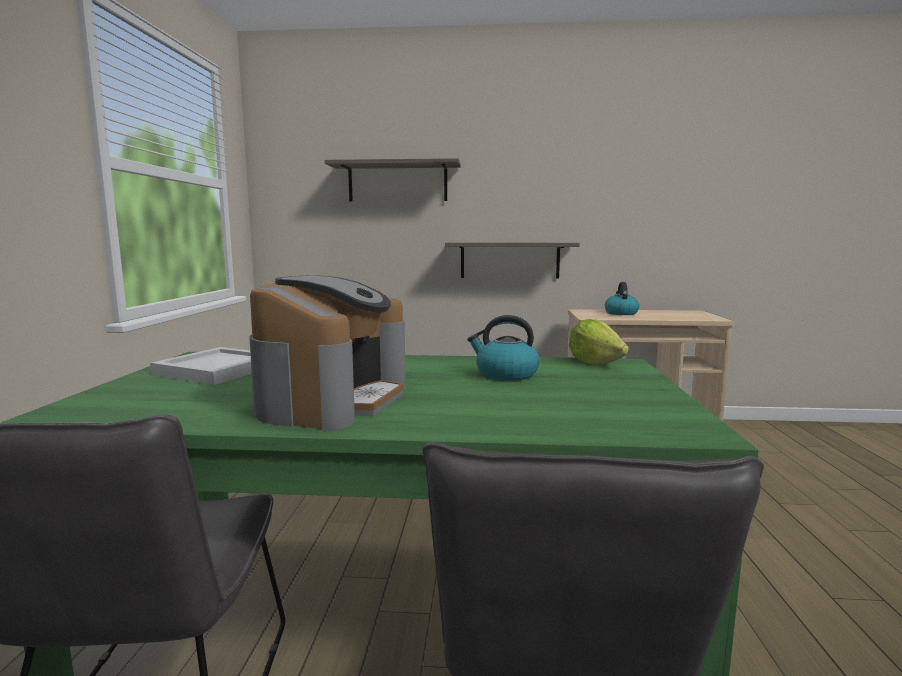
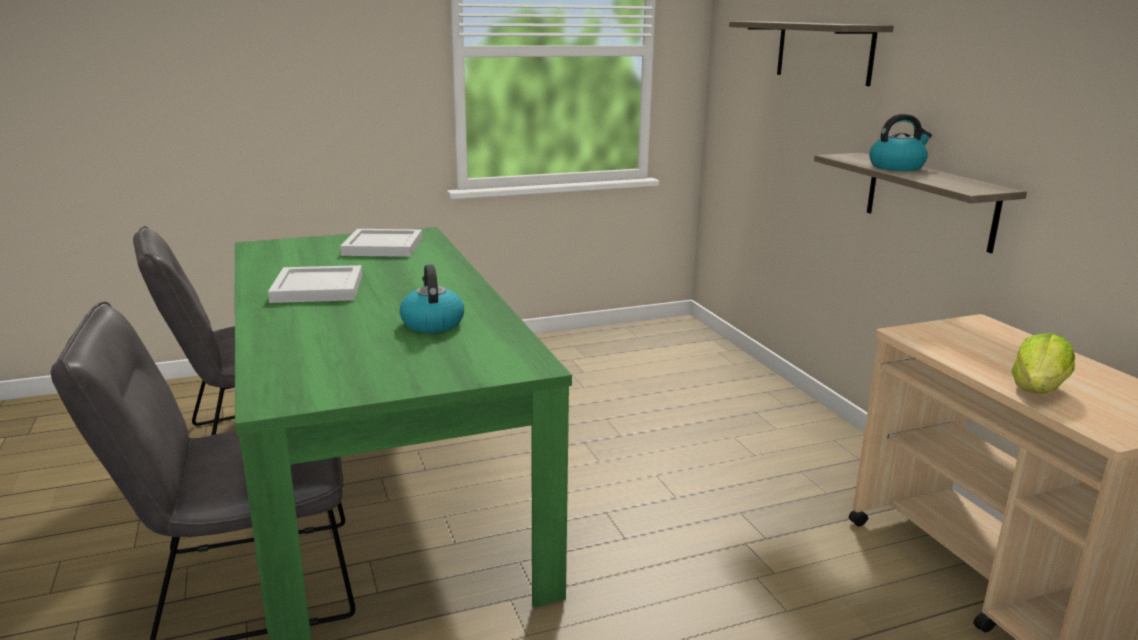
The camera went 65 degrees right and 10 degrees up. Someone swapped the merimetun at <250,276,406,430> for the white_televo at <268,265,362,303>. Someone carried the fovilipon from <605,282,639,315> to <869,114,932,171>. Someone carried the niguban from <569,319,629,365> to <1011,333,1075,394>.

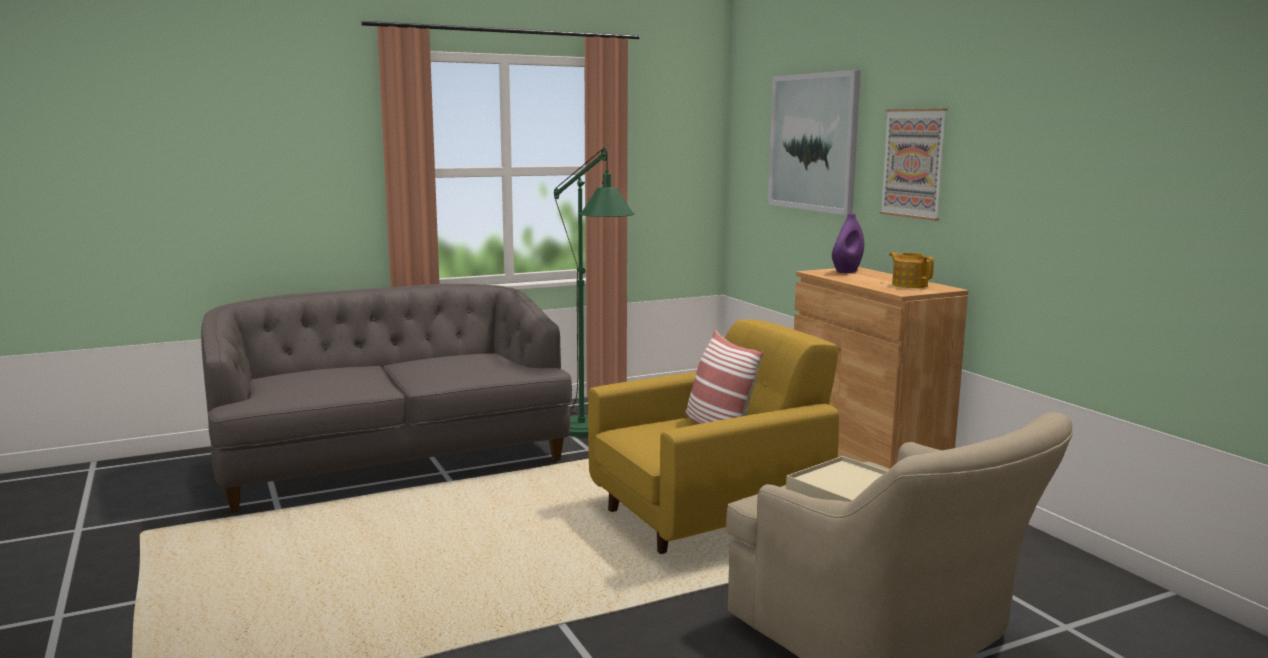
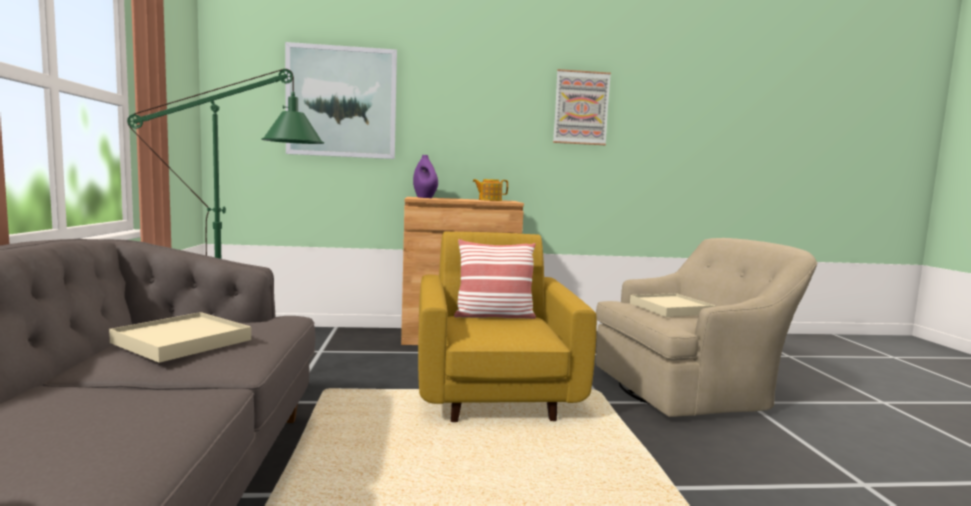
The camera went 70 degrees left and 5 degrees down. Someone carried the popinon from <879,108,948,221> to <553,69,611,145>. Someone put down the beige_televo at <109,312,251,363>.

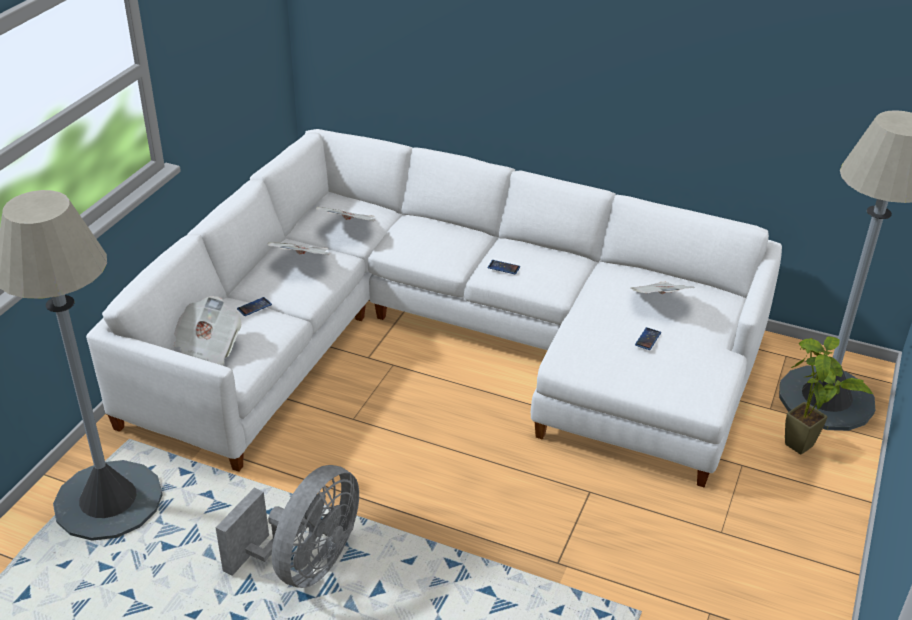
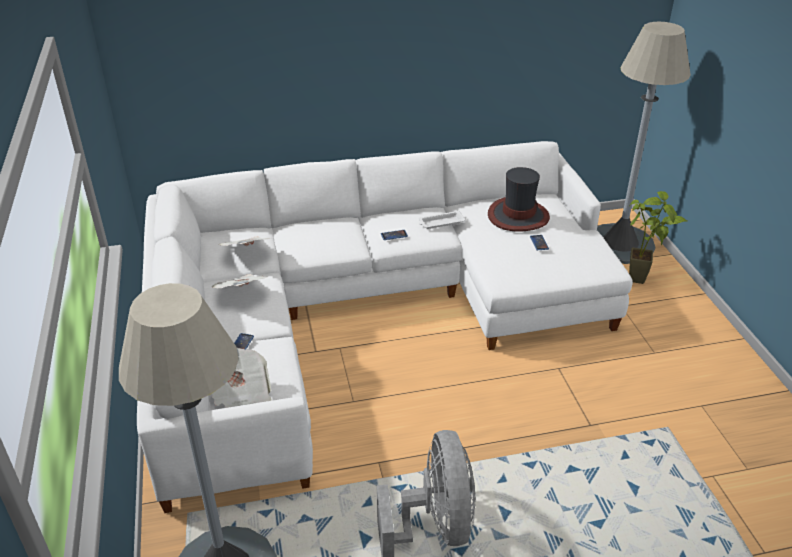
The camera went 35 degrees left and 0 degrees up. Someone swapped the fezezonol at <630,282,694,294> for the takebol at <488,167,550,231>. Someone put down the white_televo at <419,211,465,229>.

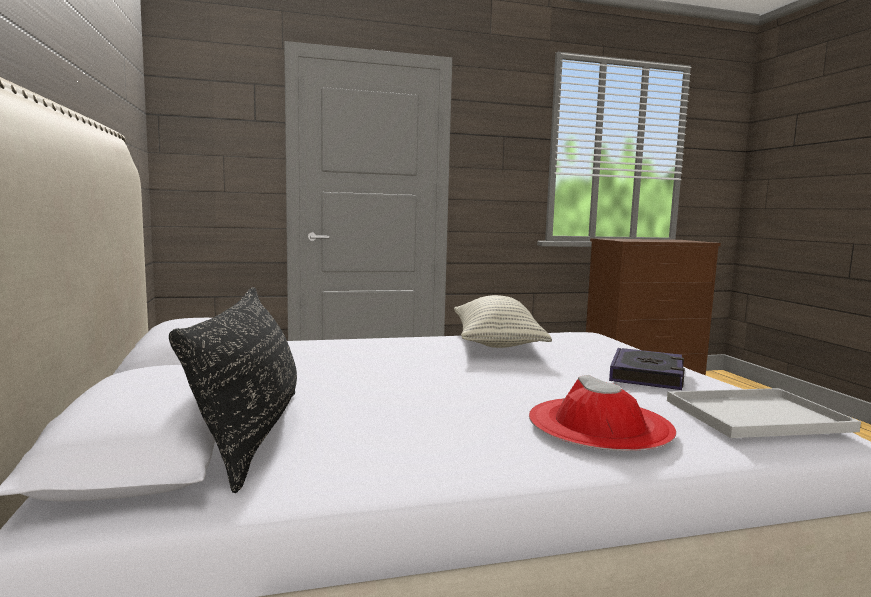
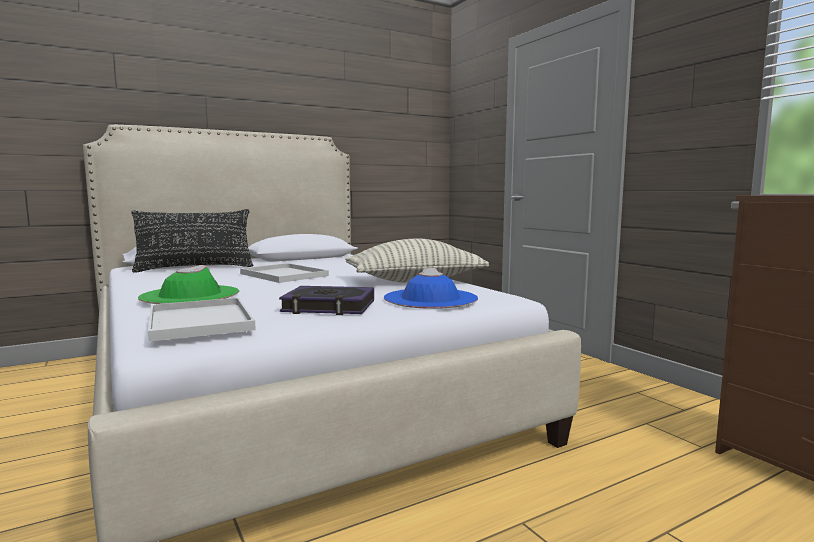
The camera went 75 degrees right and 0 degrees up. Someone repainted the red_takebol at <529,375,676,451>, which became the green_takebol at <138,265,239,304>. Someone put down the white_televo at <240,263,329,283>. Someone put down the blue_takebol at <384,268,478,309>.

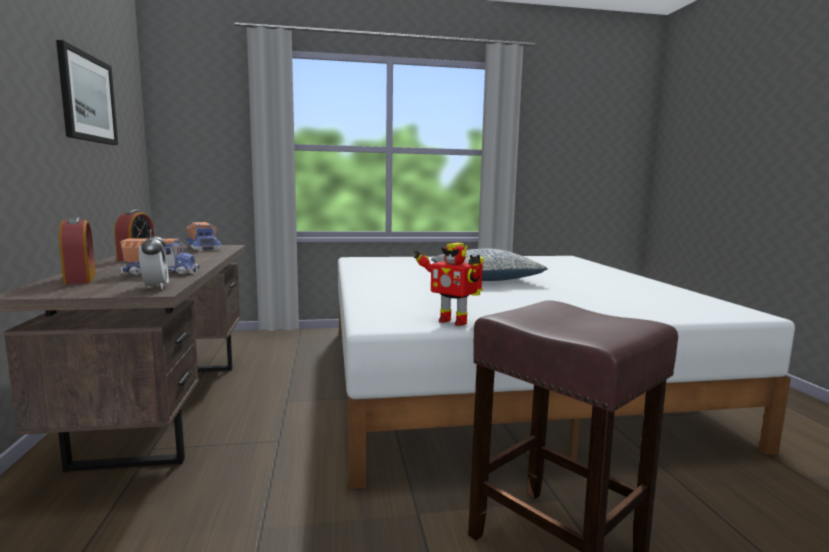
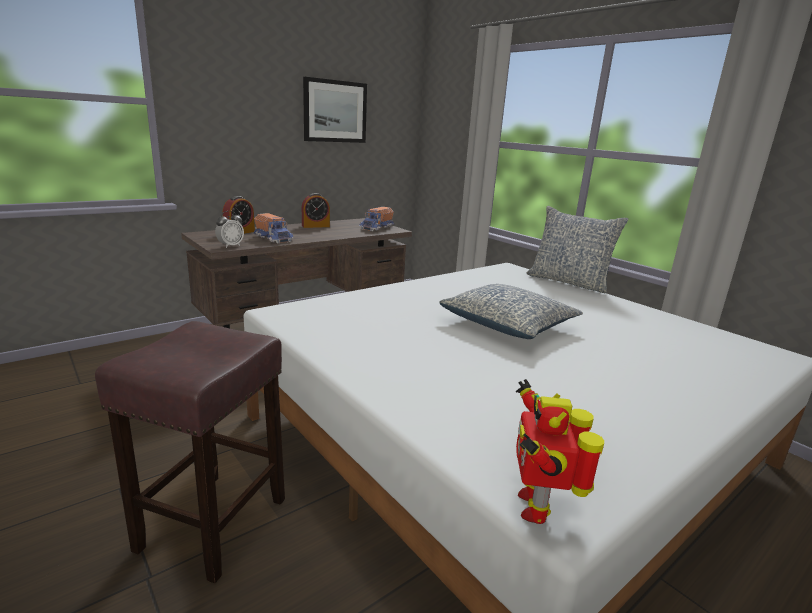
The camera went 60 degrees right and 10 degrees up. Someone carried the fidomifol from <413,243,484,326> to <516,379,604,524>. Someone put down the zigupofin at <526,206,628,293>.

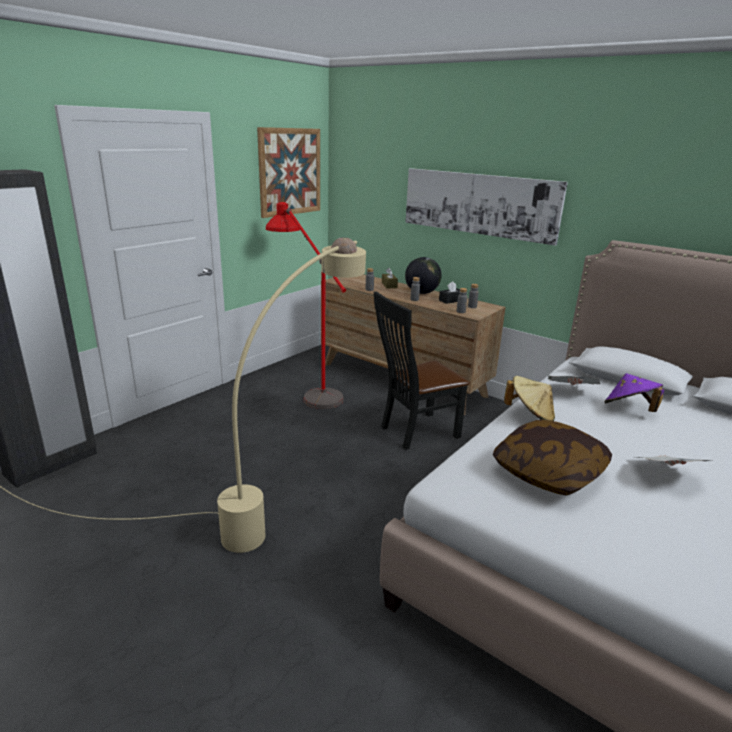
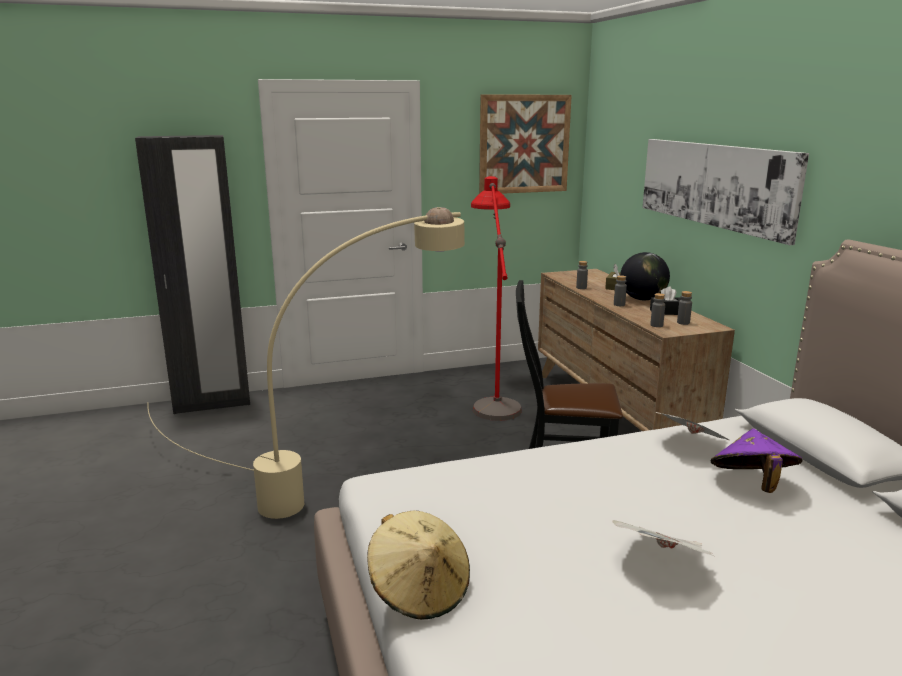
The camera went 35 degrees right and 5 degrees down. Someone carried the beige_takebol from <504,376,555,421> to <367,511,470,620>. Someone took away the zigupofin at <493,419,612,495>.

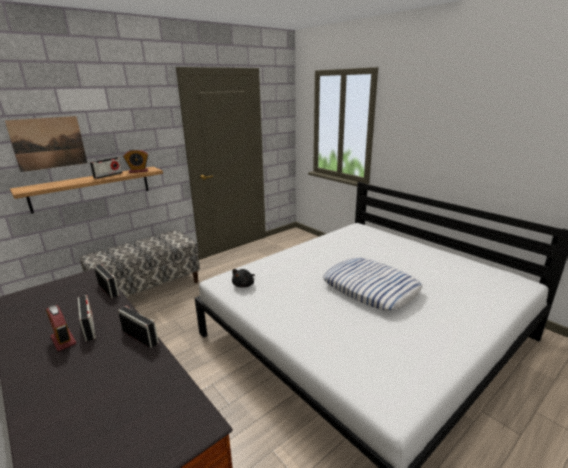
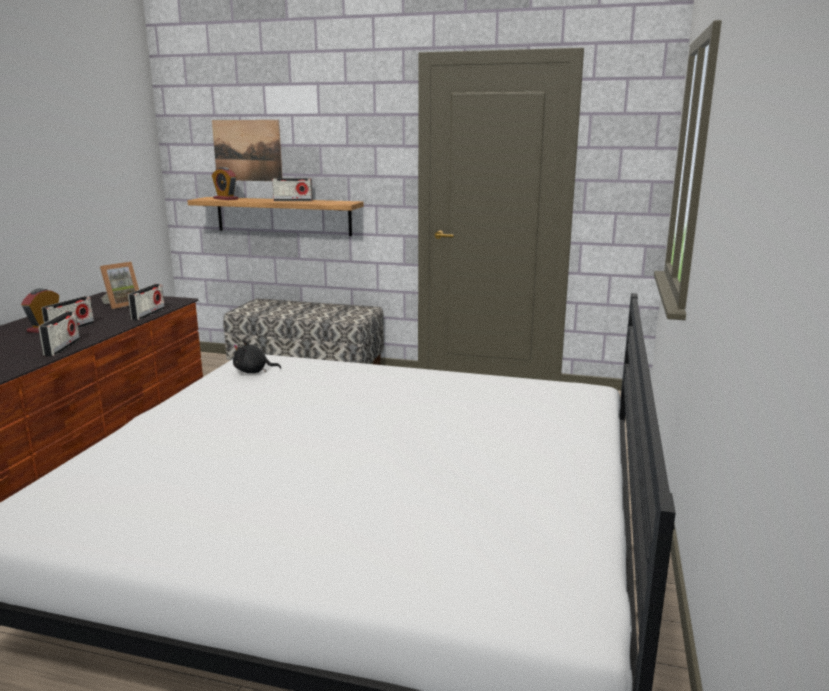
The camera went 55 degrees right and 5 degrees down. Someone carried the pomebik from <123,149,148,173> to <212,167,238,200>. Someone took away the zigupofin at <323,258,422,310>. Someone put down the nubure at <100,262,139,309>.

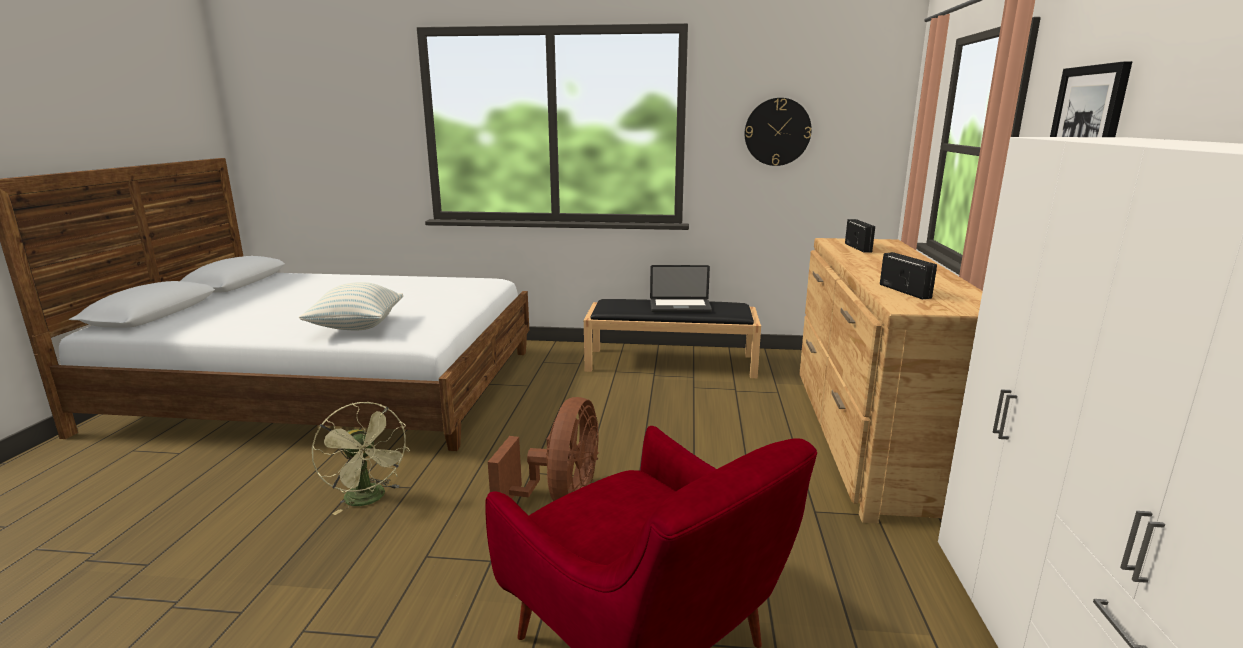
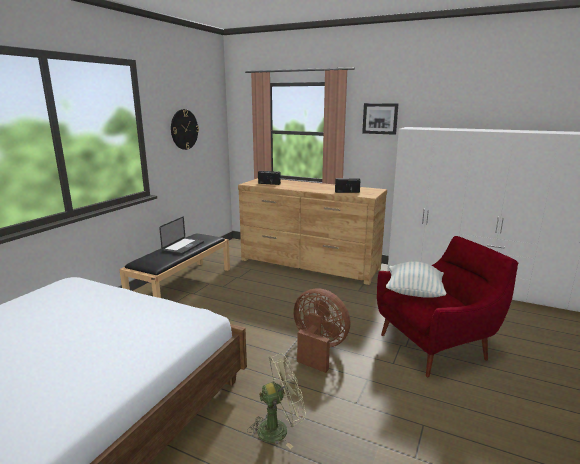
The camera went 70 degrees left and 0 degrees up. Someone carried the zigupofin from <299,282,403,330> to <386,262,446,298>.

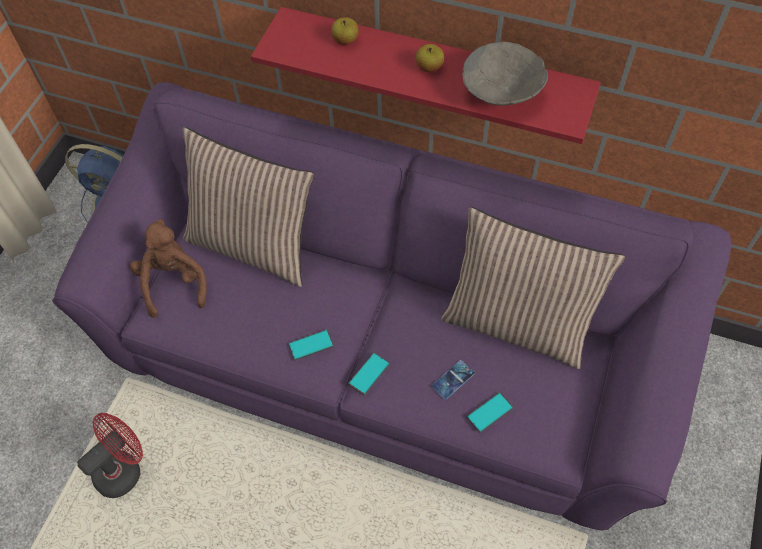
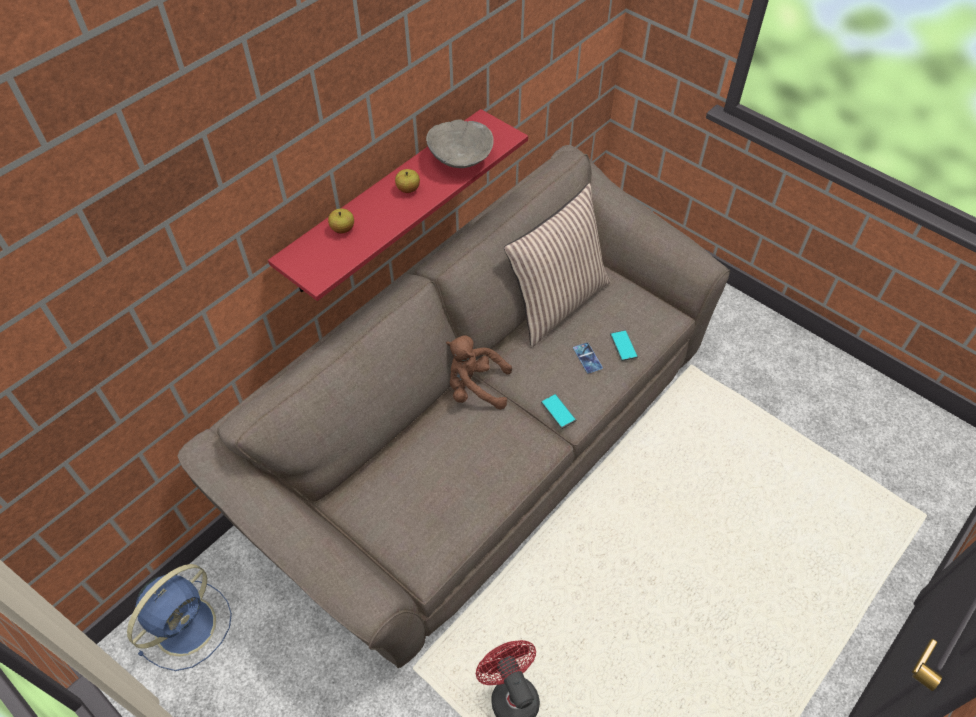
The camera went 70 degrees left and 5 degrees down. Someone repainted the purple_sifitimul at <52,82,731,531>, which became the brown_sifitimul at <177,145,730,668>. Someone took away the zigupofin at <183,127,314,287>. Someone carried the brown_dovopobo from <130,219,207,318> to <446,335,512,410>. Someone took away the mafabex at <288,329,334,361>.

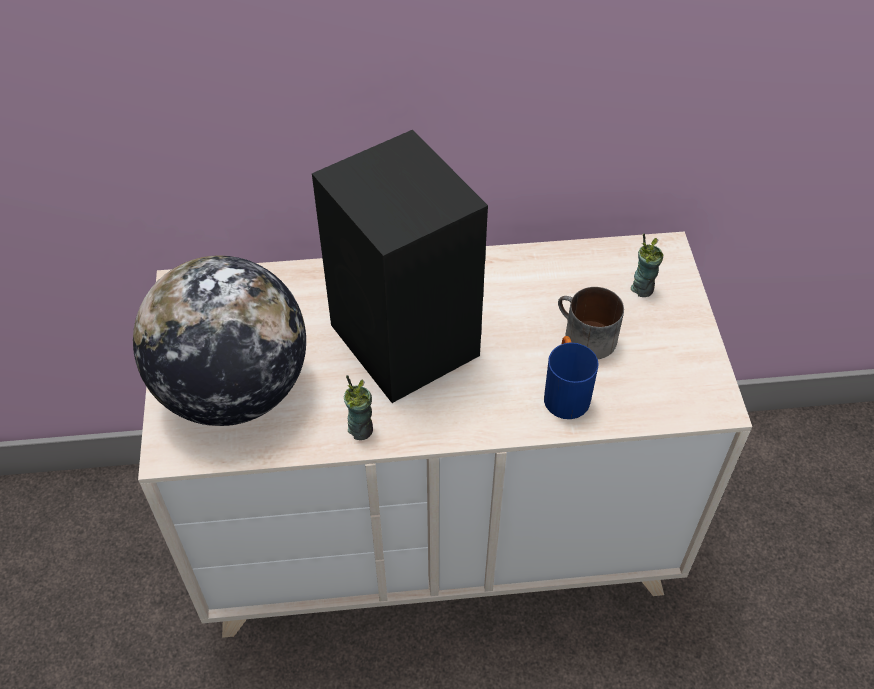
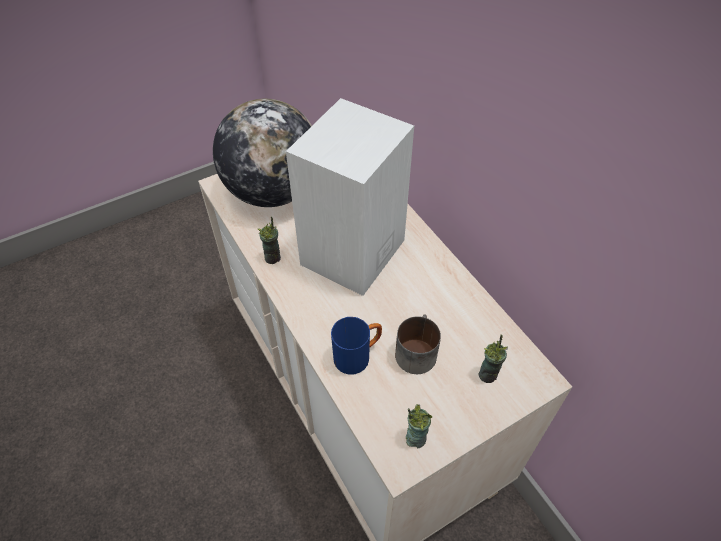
The camera went 65 degrees right and 0 degrees up. Someone repainted the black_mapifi at <312,130,488,403>, which became the white_mapifi at <286,98,414,296>. Someone put down the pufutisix at <406,404,432,448>.

